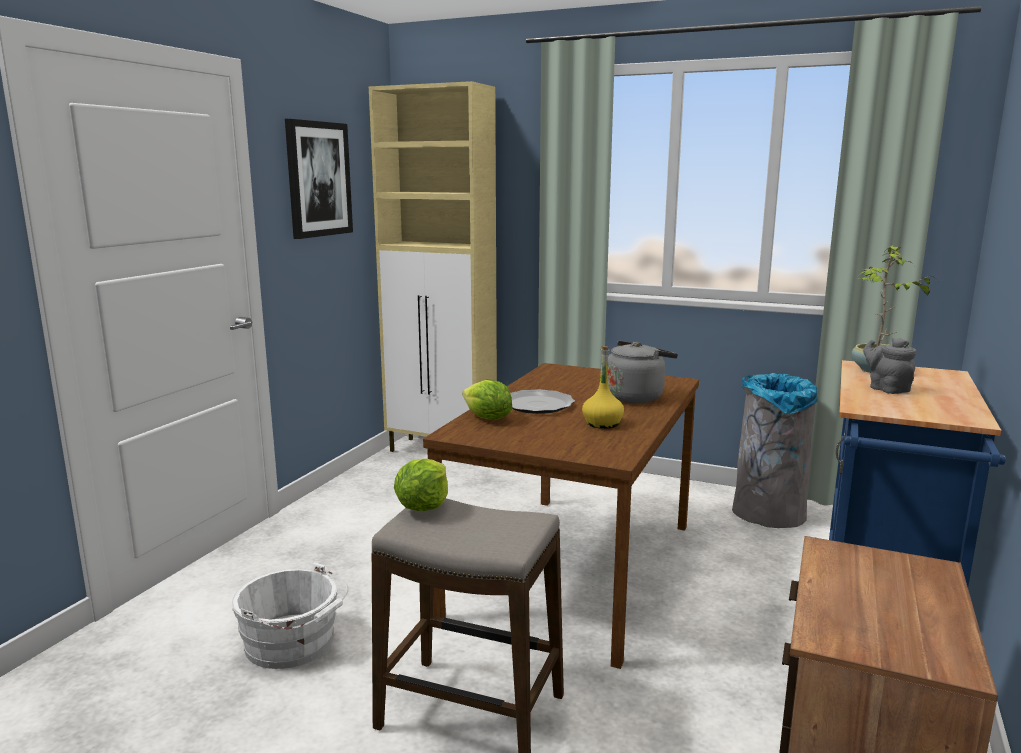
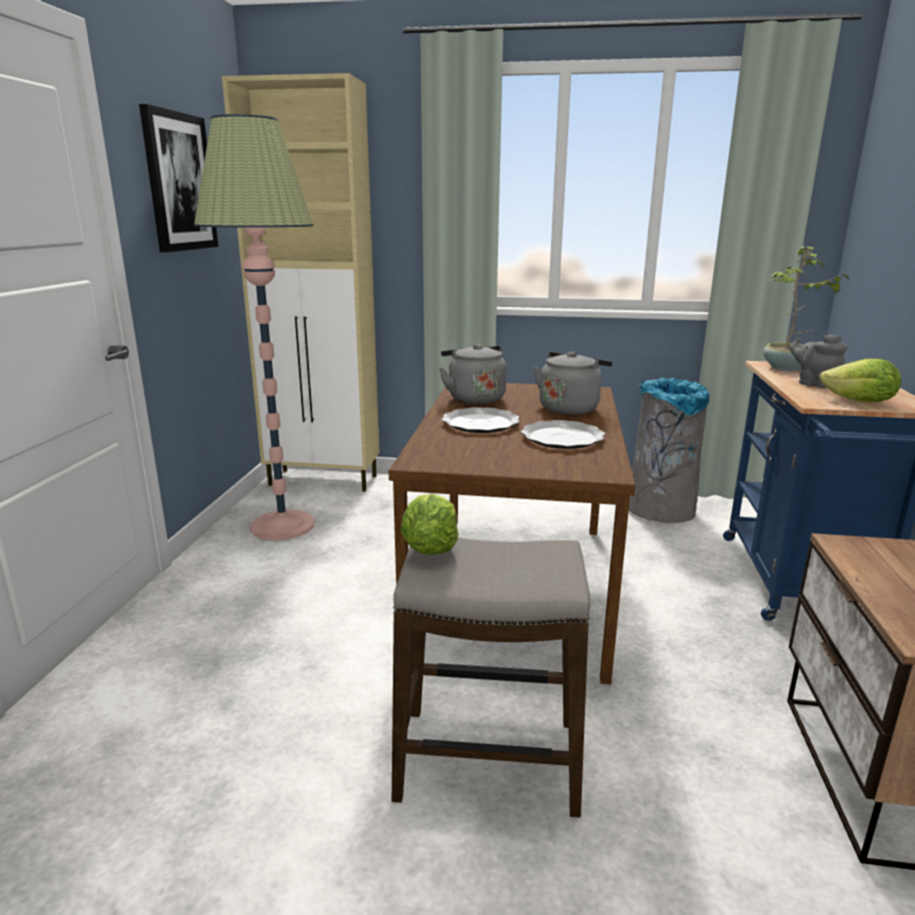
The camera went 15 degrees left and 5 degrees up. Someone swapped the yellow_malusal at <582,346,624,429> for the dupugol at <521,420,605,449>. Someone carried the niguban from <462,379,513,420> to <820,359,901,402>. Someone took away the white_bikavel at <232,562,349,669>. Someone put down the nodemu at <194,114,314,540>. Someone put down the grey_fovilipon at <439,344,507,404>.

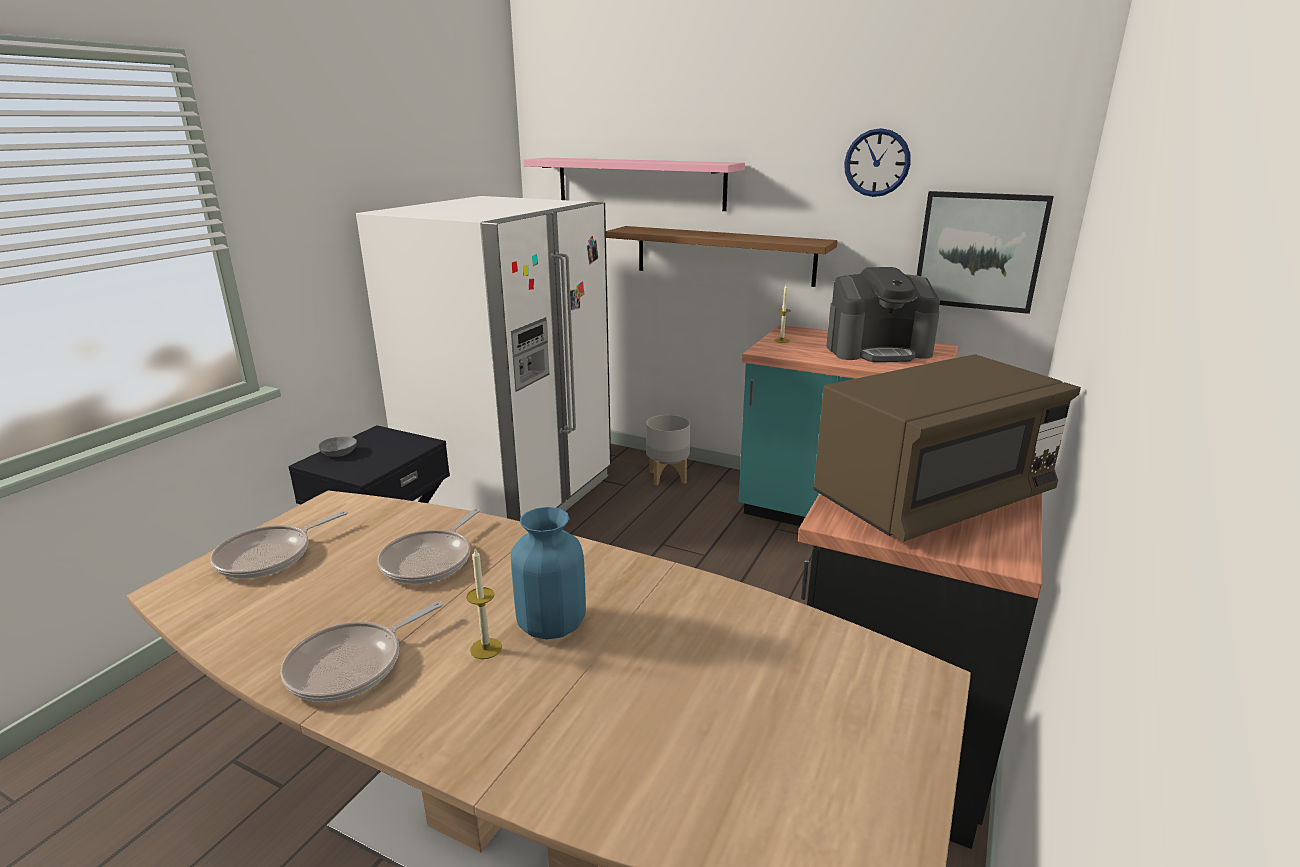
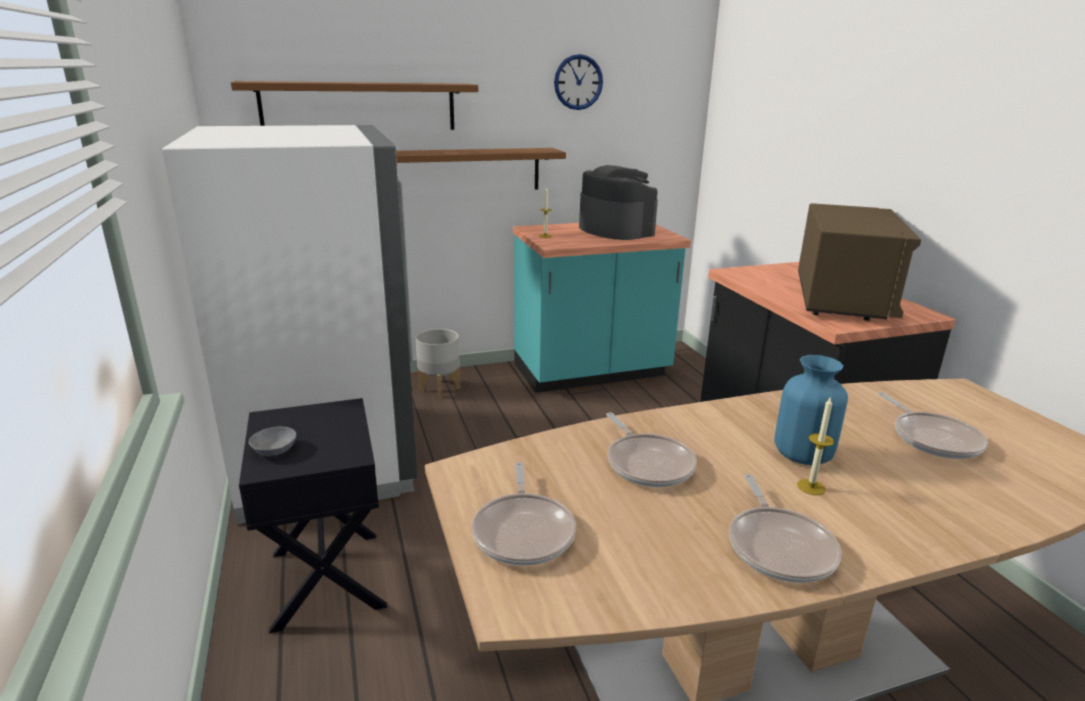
The camera went 45 degrees left and 0 degrees up. Someone repainted the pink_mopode at <524,158,745,211>, which became the brown_mopode at <231,81,478,130>. Someone took away the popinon at <917,191,1054,314>. Someone rotated the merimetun at <826,267,940,362> by 75 degrees counterclockwise. Someone put down the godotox at <878,392,988,459>.

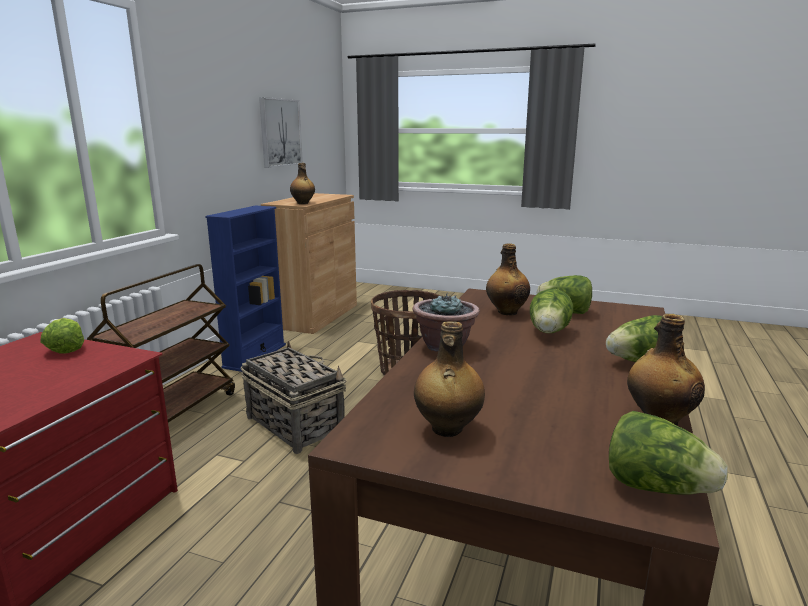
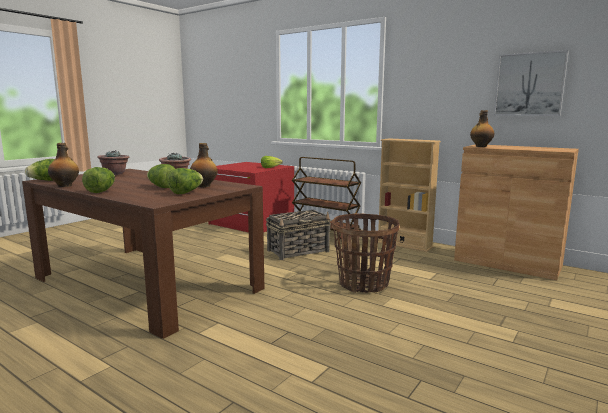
The camera went 105 degrees right and 5 degrees down. Someone repainted the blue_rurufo at <205,206,286,372>, which became the beige_rurufo at <378,138,441,252>. Someone swapped the malusal at <414,321,485,437> for the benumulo at <97,150,129,175>.

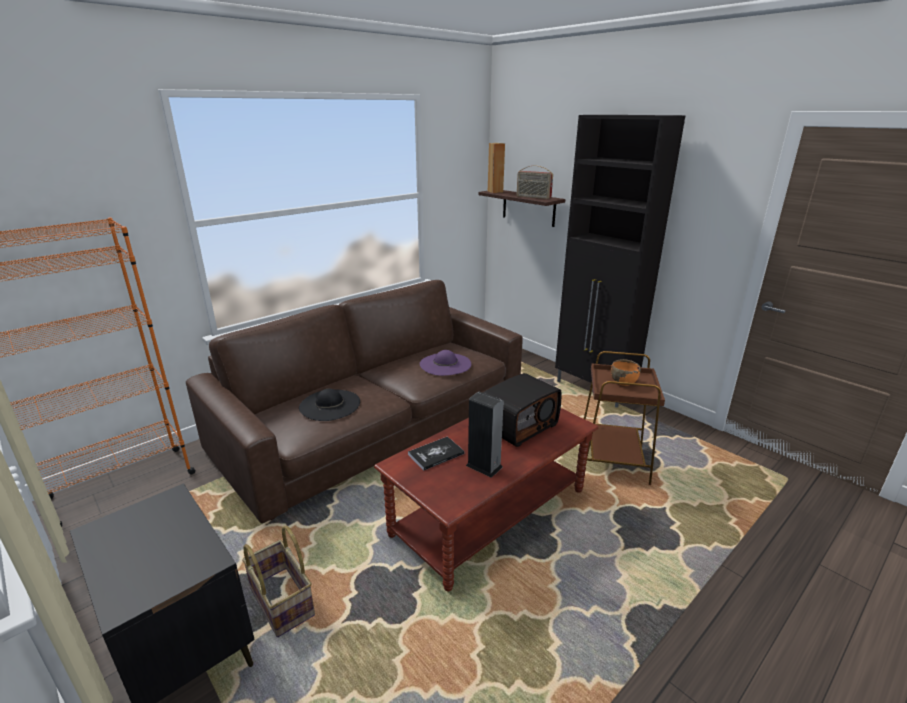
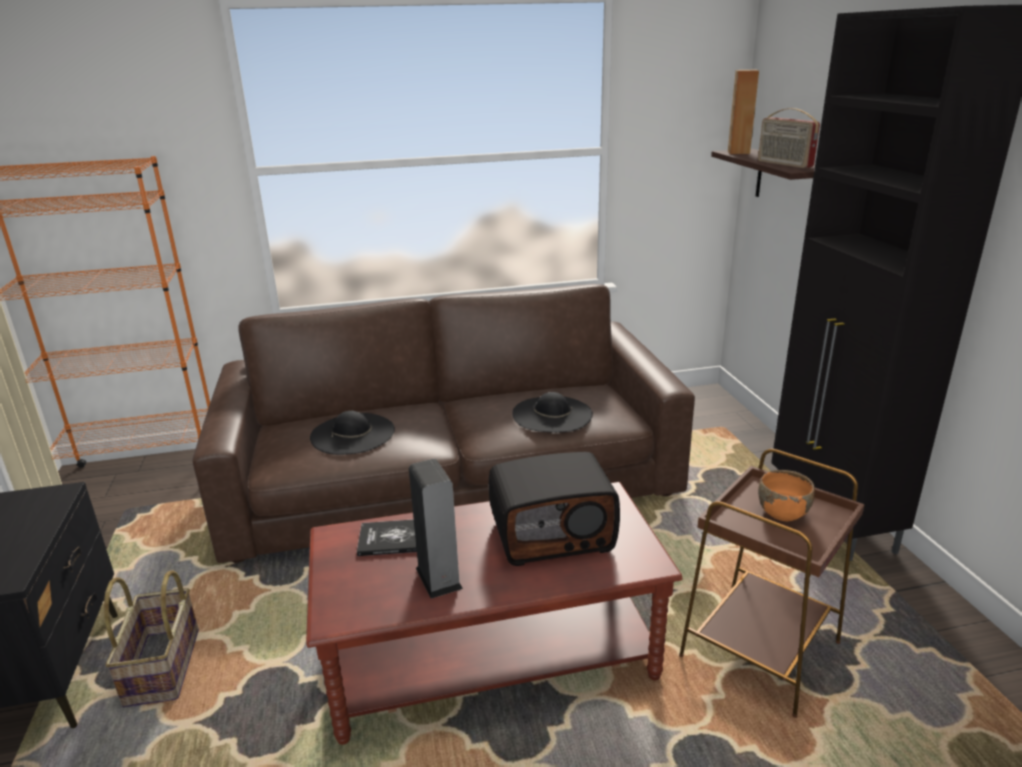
The camera went 30 degrees right and 0 degrees up. Someone repainted the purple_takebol at <420,350,471,376>, which became the black_takebol at <512,392,593,433>.

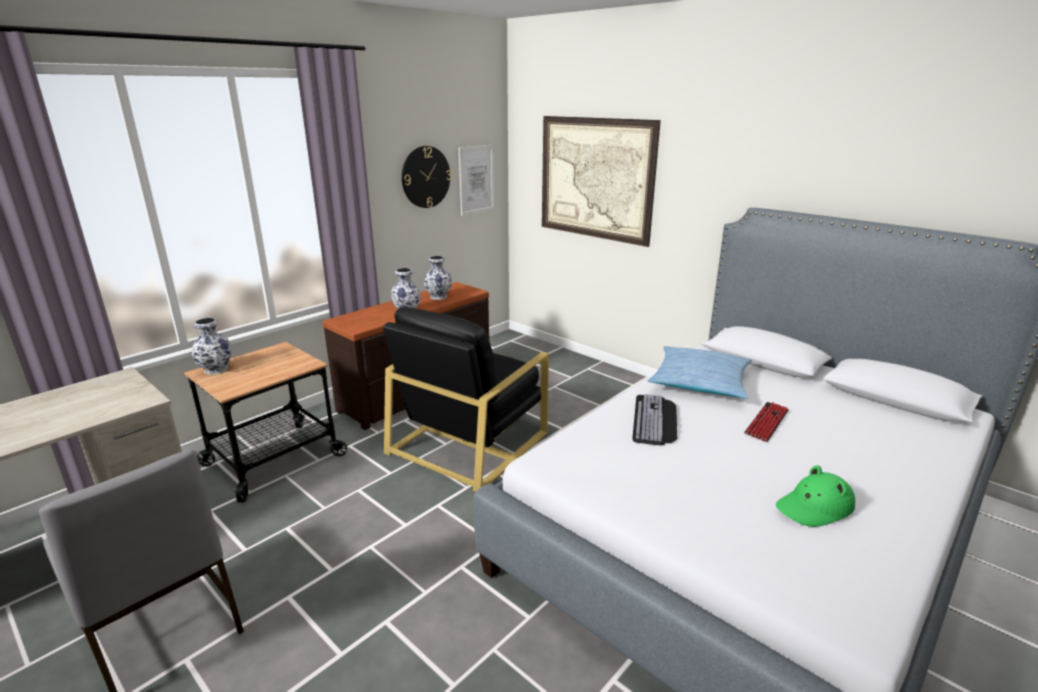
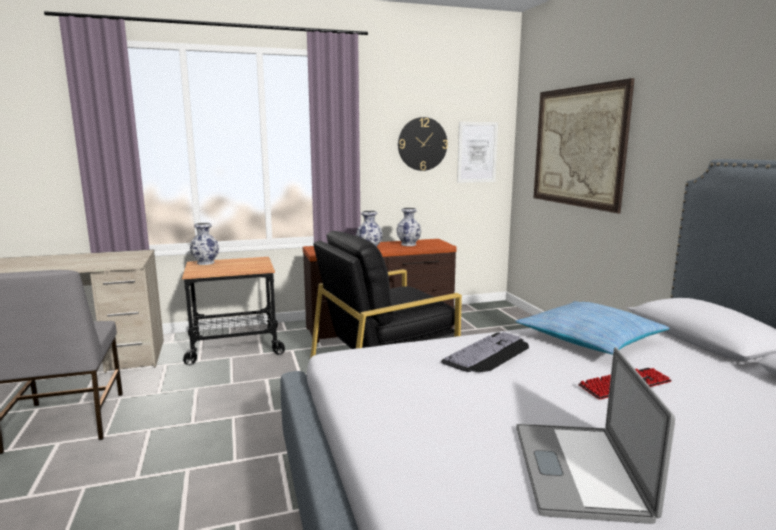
The camera went 30 degrees right and 10 degrees down. Someone swapped the green_takebol at <776,465,855,527> for the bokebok at <516,347,675,524>.

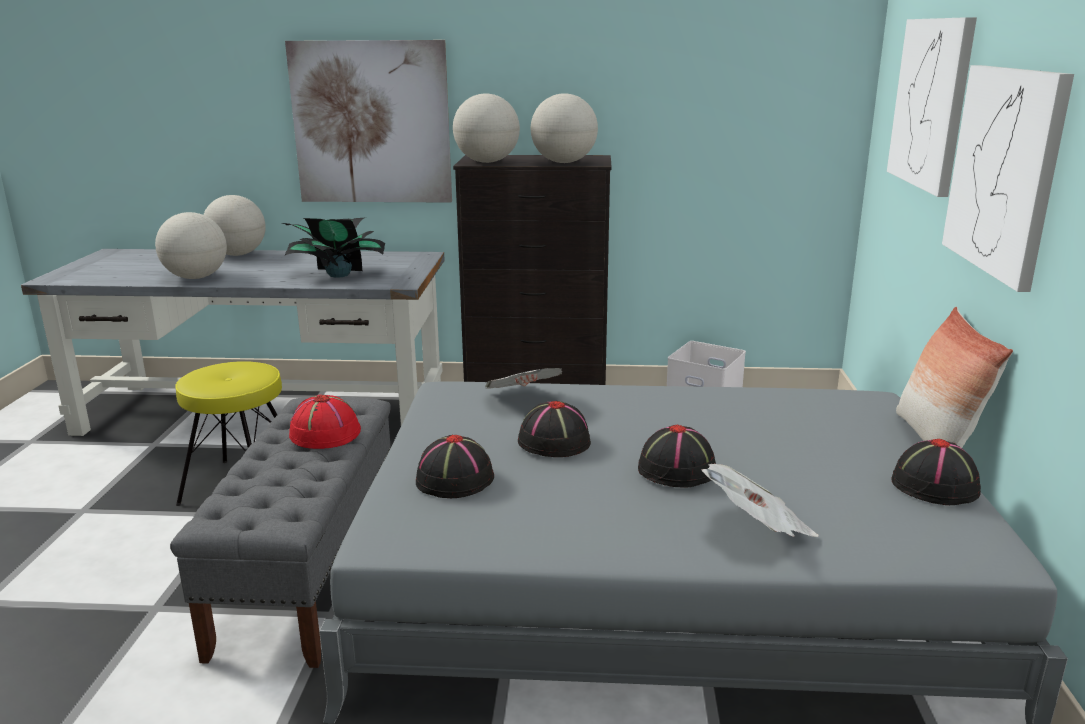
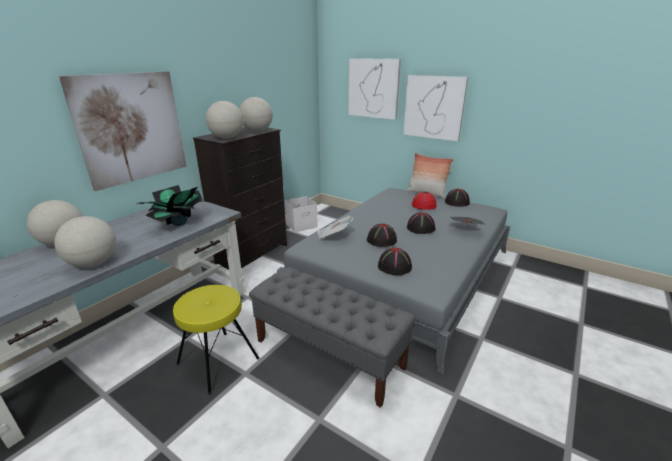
The camera went 60 degrees left and 5 degrees up. Someone carried the red_takebol from <289,395,361,449> to <412,192,436,210>.

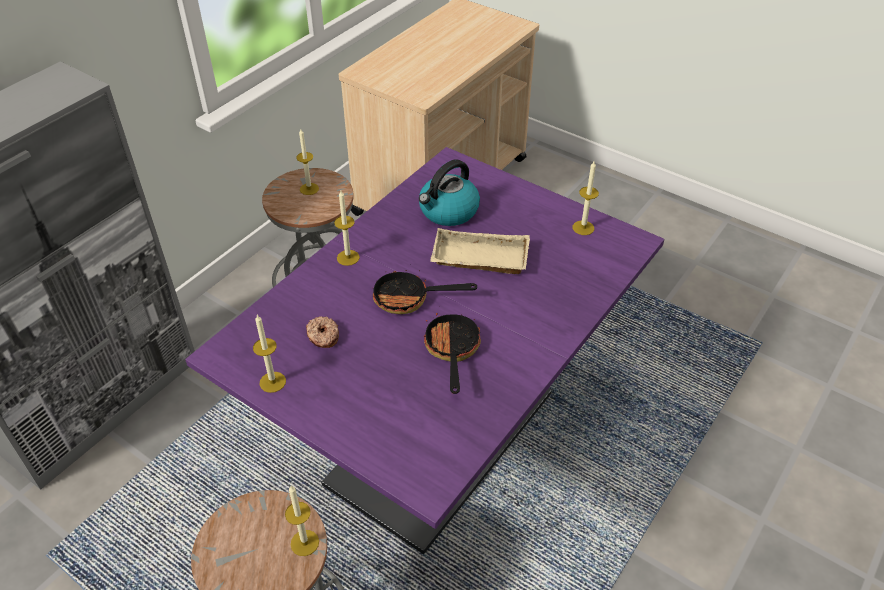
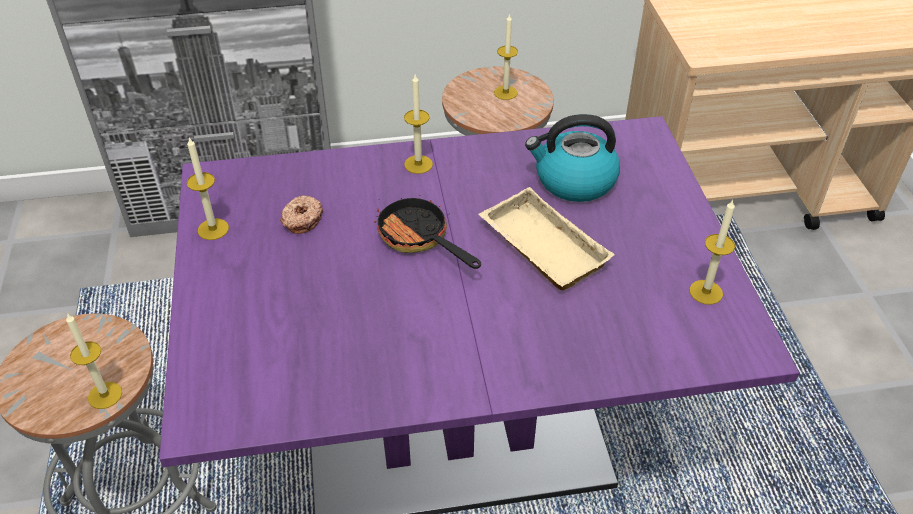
The camera went 45 degrees right and 0 degrees up. Someone took away the godotox at <424,313,481,394>.

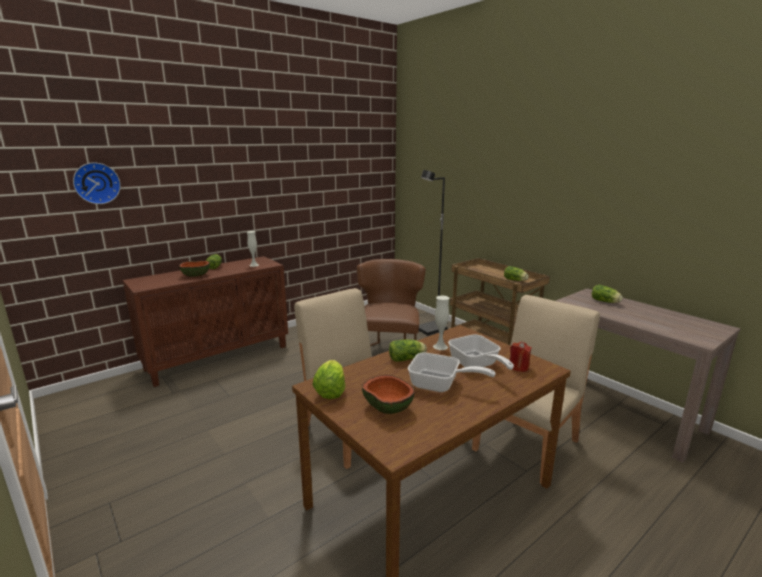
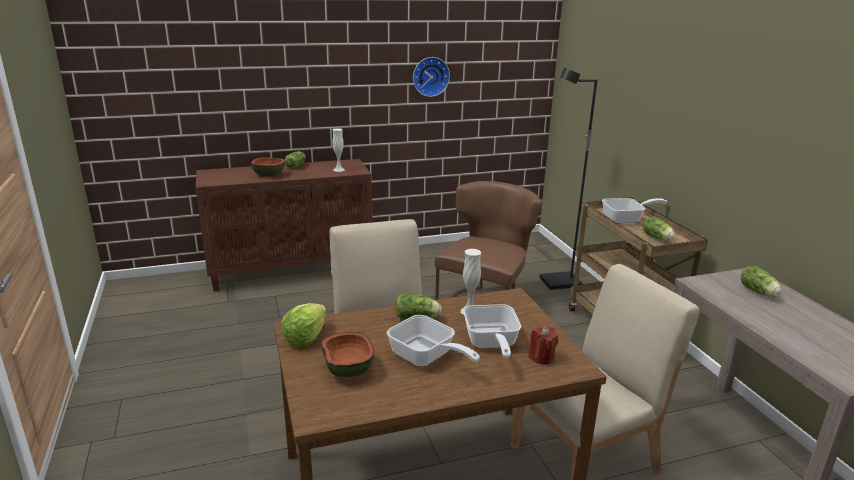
The camera went 20 degrees right and 5 degrees up. Someone carried the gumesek from <73,162,121,204> to <413,57,450,97>. Someone put down the godotox at <602,198,667,224>.

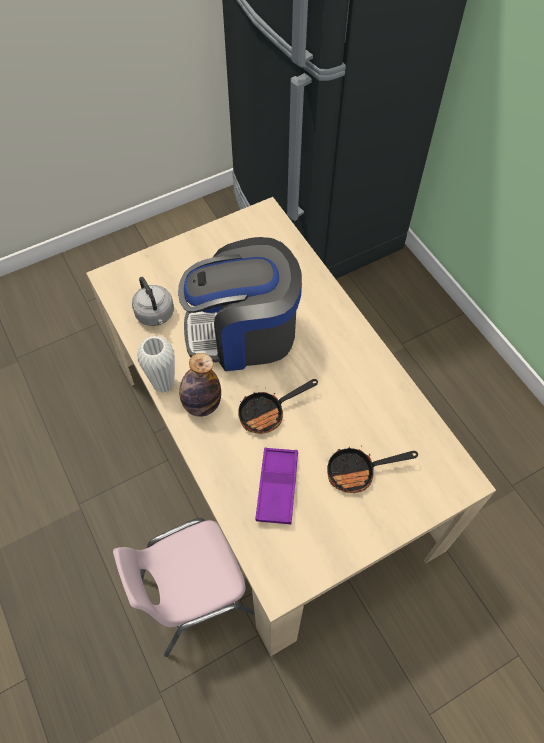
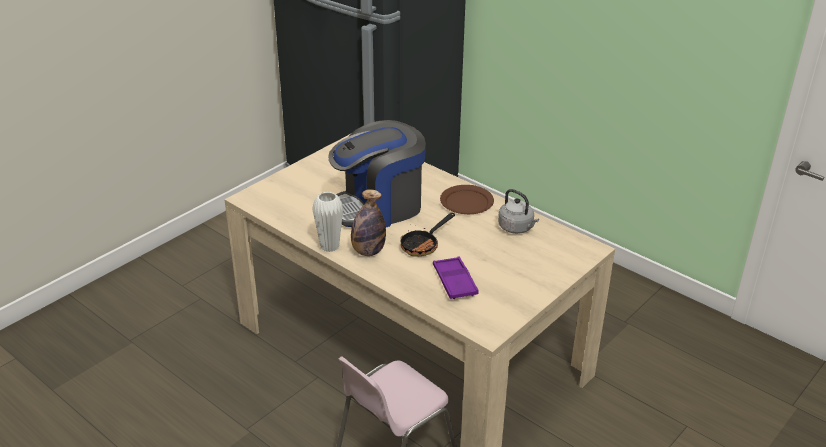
The camera went 20 degrees left and 25 degrees down. Someone carried the grey_fovilipon from <132,277,174,326> to <498,189,539,234>. Someone took away the godotox at <327,447,418,493>. Someone put down the brown_dupugol at <440,185,494,214>.

